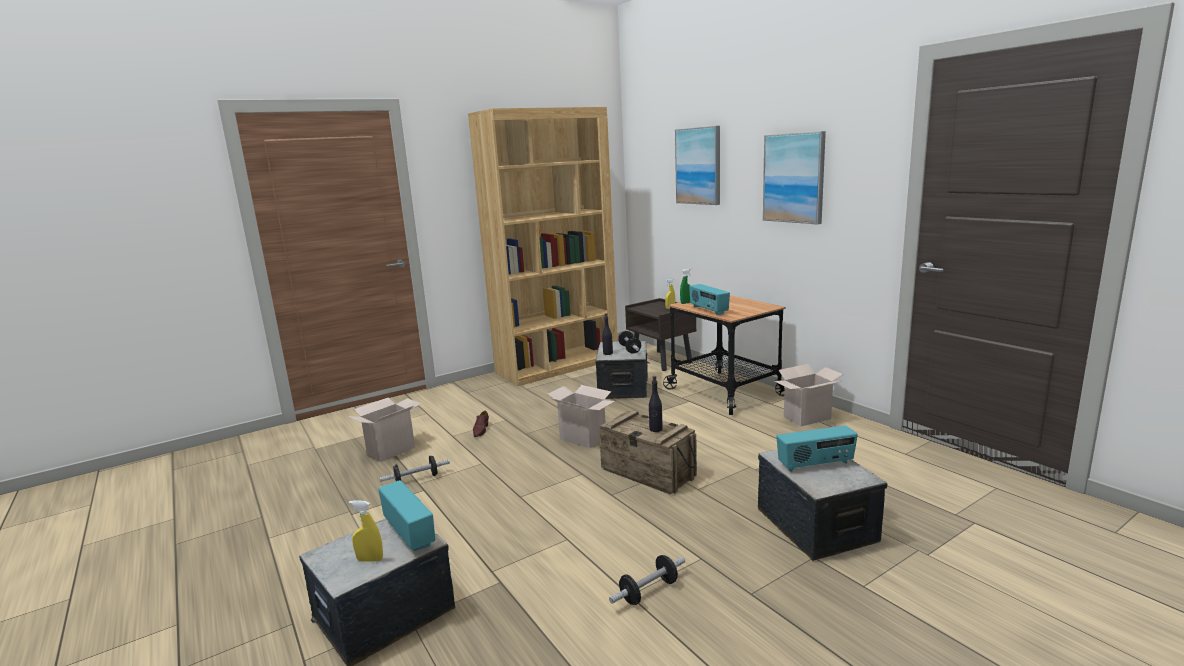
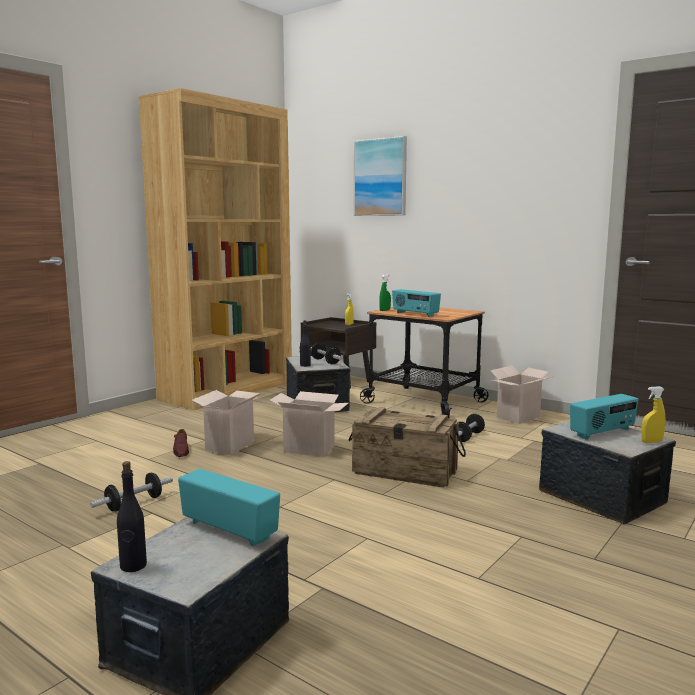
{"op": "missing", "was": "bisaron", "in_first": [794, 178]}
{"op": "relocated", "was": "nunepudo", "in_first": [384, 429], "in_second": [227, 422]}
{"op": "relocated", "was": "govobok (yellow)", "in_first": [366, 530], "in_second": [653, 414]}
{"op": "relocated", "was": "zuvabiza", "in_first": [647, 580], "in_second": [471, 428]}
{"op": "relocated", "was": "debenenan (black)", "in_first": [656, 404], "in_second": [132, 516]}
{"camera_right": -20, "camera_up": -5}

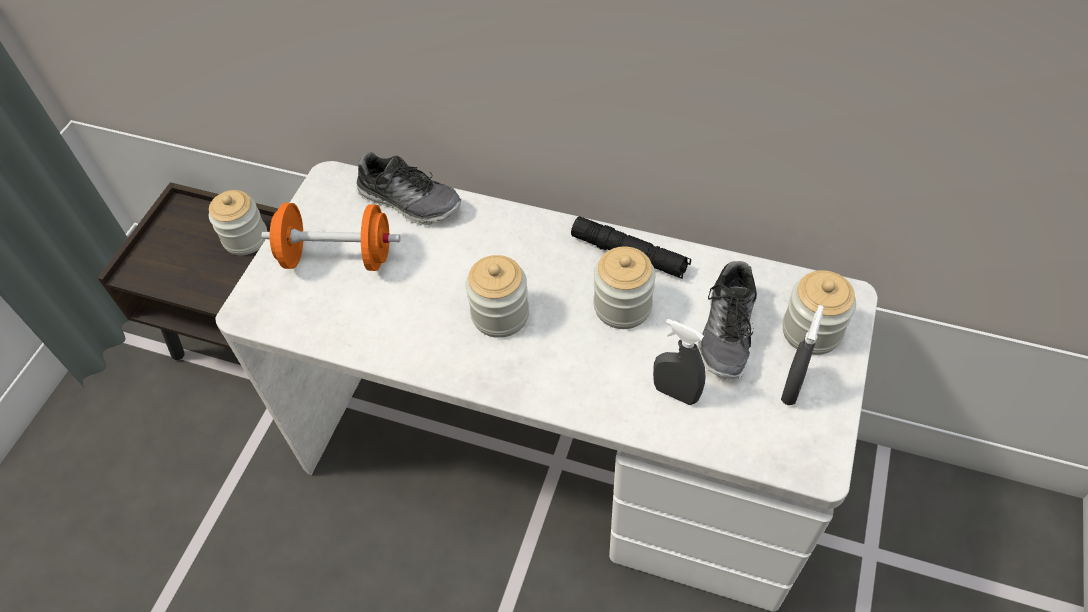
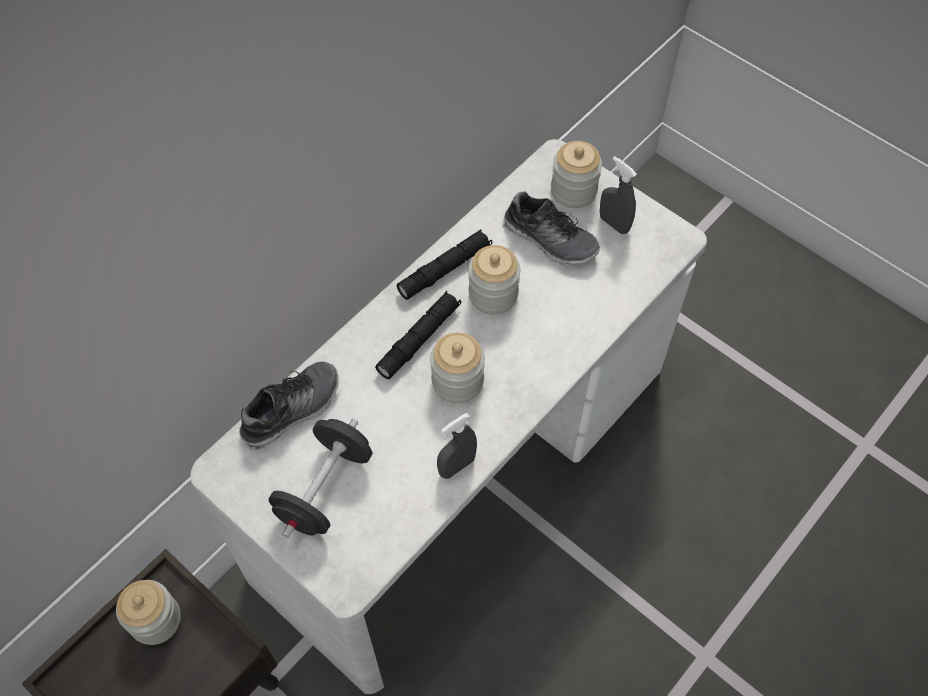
{"op": "appeared", "now": "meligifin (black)", "in_second": [418, 335]}
{"op": "relocated", "was": "govobok (grey)", "in_first": [679, 362], "in_second": [457, 446]}
{"op": "colour", "was": "zuvabiza (orange)", "now": "zuvabiza (black)", "in_first": [330, 237], "in_second": [320, 478]}
{"camera_right": -70, "camera_up": 5}

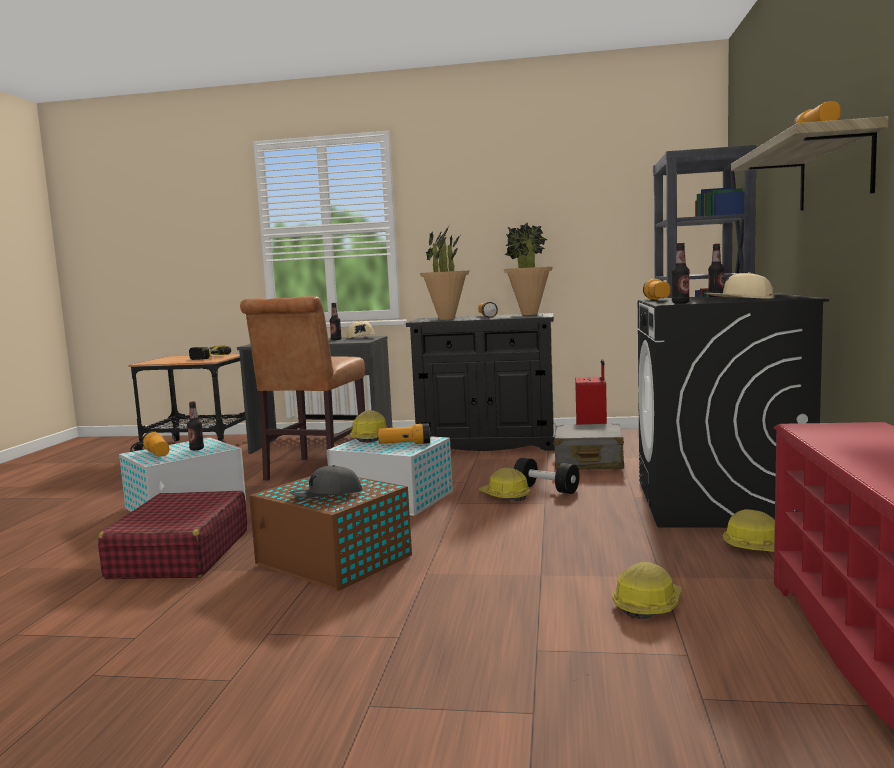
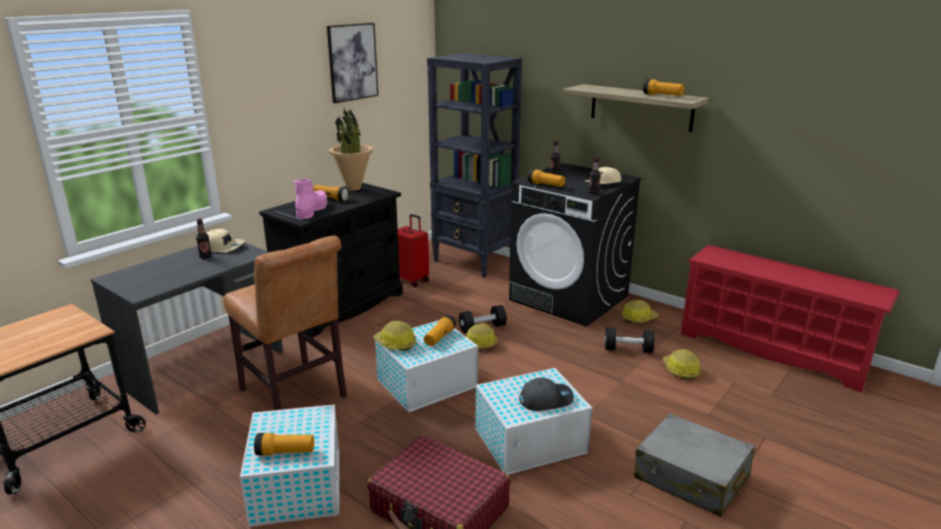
{"op": "missing", "was": "debenenan", "in_first": [195, 425]}
{"op": "missing", "was": "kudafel", "in_first": [210, 353]}
{"op": "appeared", "now": "bisaron", "in_second": [352, 63]}
{"op": "appeared", "now": "zuvabiza (black)", "in_second": [629, 340]}
{"op": "relocated", "was": "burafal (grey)", "in_first": [588, 446], "in_second": [694, 465]}
{"op": "exchanged", "was": "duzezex", "now": "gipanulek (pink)", "in_first": [444, 273], "in_second": [311, 199]}
{"op": "colour", "was": "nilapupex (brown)", "now": "nilapupex (white)", "in_first": [330, 533], "in_second": [533, 421]}
{"op": "spun", "was": "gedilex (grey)", "in_first": [325, 481], "in_second": [546, 394], "clockwise": -105}
{"camera_right": -60, "camera_up": 15}

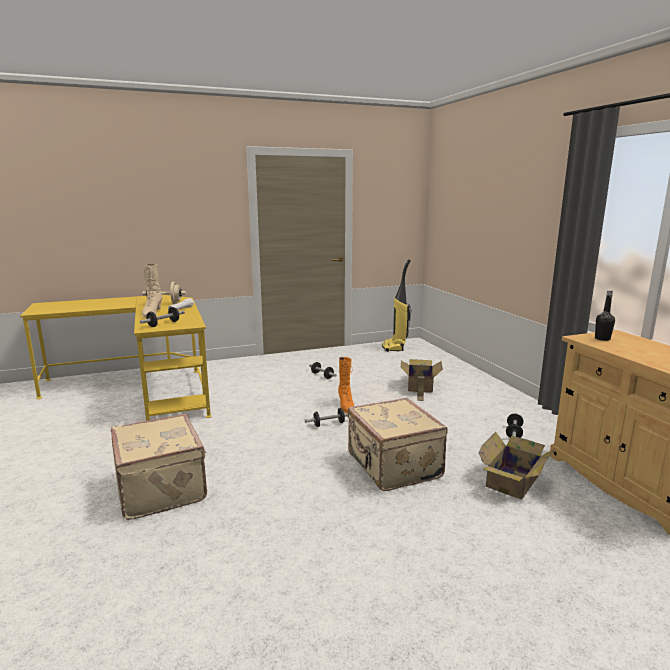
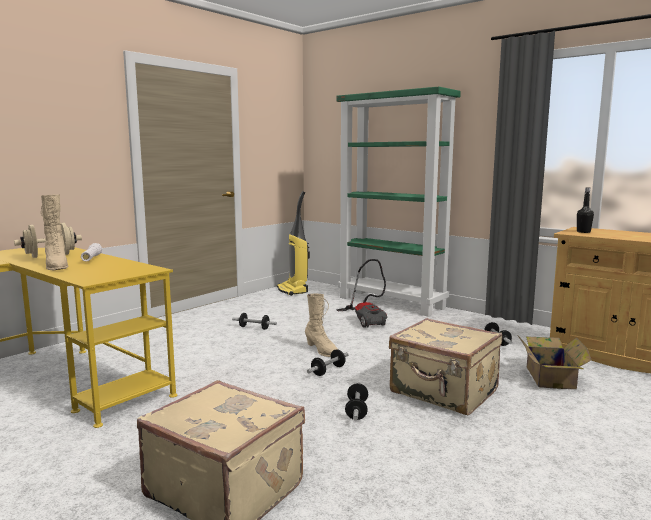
{"op": "appeared", "now": "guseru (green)", "in_second": [398, 202]}
{"op": "relocated", "was": "zuvabiza", "in_first": [162, 317], "in_second": [356, 402]}
{"op": "exchanged", "was": "nunepudo", "now": "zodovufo", "in_first": [421, 380], "in_second": [362, 293]}
{"op": "colour", "was": "gipanulek (orange)", "now": "gipanulek (beige)", "in_first": [346, 385], "in_second": [321, 325]}
{"camera_right": -30, "camera_up": -5}

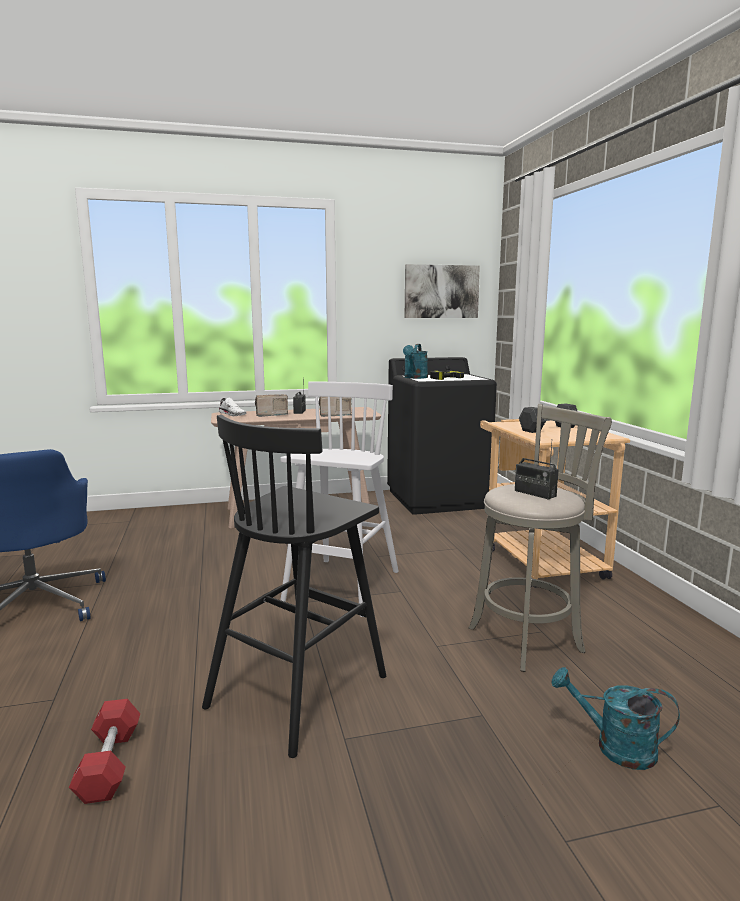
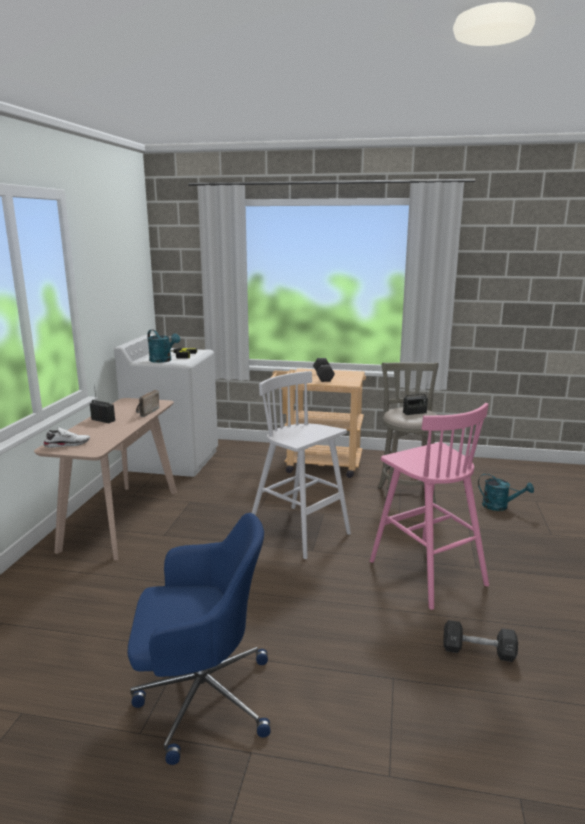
{"op": "missing", "was": "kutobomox", "in_first": [271, 405]}
{"op": "missing", "was": "bisaron", "in_first": [442, 291]}
{"op": "colour", "was": "zuvabiza (red)", "now": "zuvabiza (black)", "in_first": [104, 751], "in_second": [480, 641]}
{"op": "colour", "was": "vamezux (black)", "now": "vamezux (pink)", "in_first": [294, 586], "in_second": [429, 506]}
{"op": "colour", "was": "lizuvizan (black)", "now": "lizuvizan (white)", "in_first": [442, 436], "in_second": [166, 405]}
{"op": "spun", "was": "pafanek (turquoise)", "in_first": [615, 718], "in_second": [506, 492], "clockwise": -105}
{"camera_right": -65, "camera_up": 5}

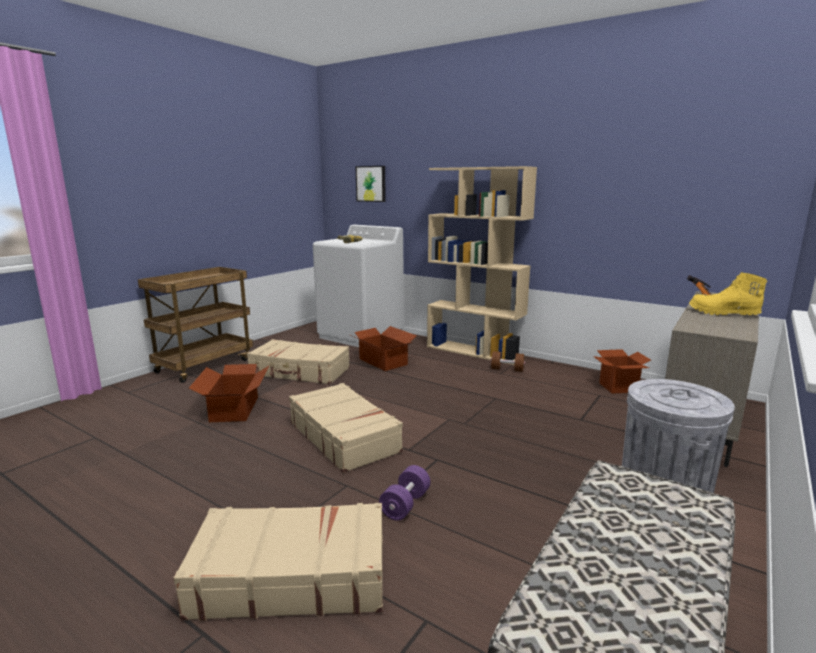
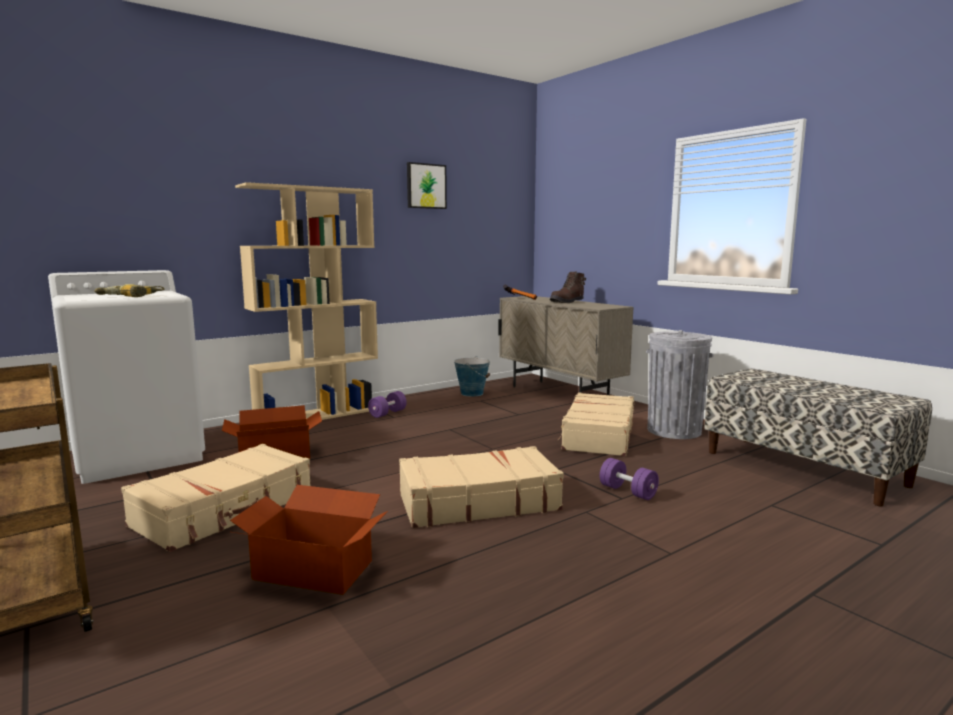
{"op": "relocated", "was": "burafal (beige)", "in_first": [278, 562], "in_second": [596, 424]}
{"op": "relocated", "was": "bisaron", "in_first": [370, 184], "in_second": [427, 185]}
{"op": "exchanged", "was": "nunepudo", "now": "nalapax", "in_first": [622, 371], "in_second": [472, 376]}
{"op": "colour", "was": "zuvabiza (brown)", "now": "zuvabiza (purple)", "in_first": [508, 361], "in_second": [387, 404]}
{"op": "colour", "was": "gipanulek (yellow)", "now": "gipanulek (brown)", "in_first": [728, 293], "in_second": [568, 287]}
{"camera_right": -70, "camera_up": -5}

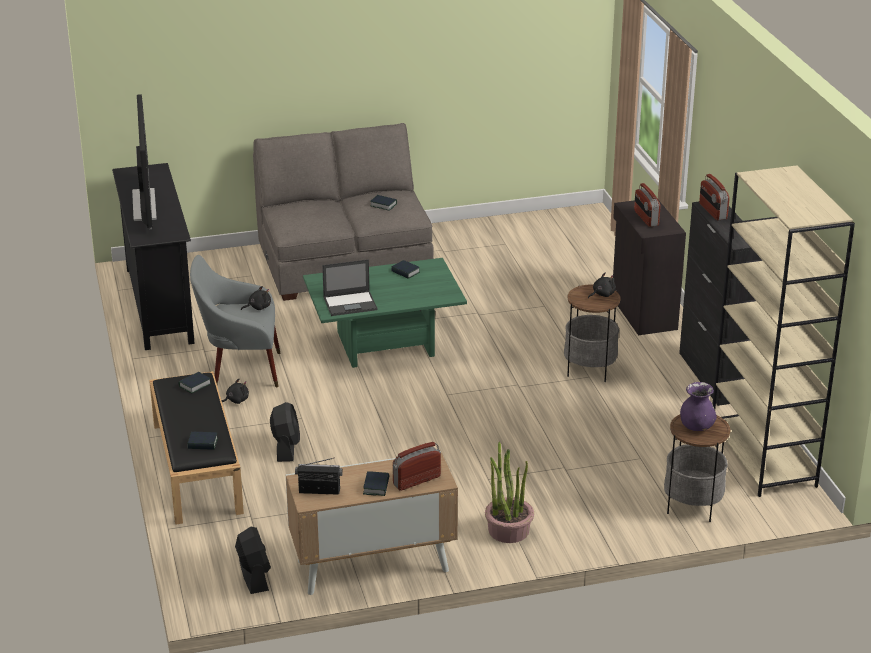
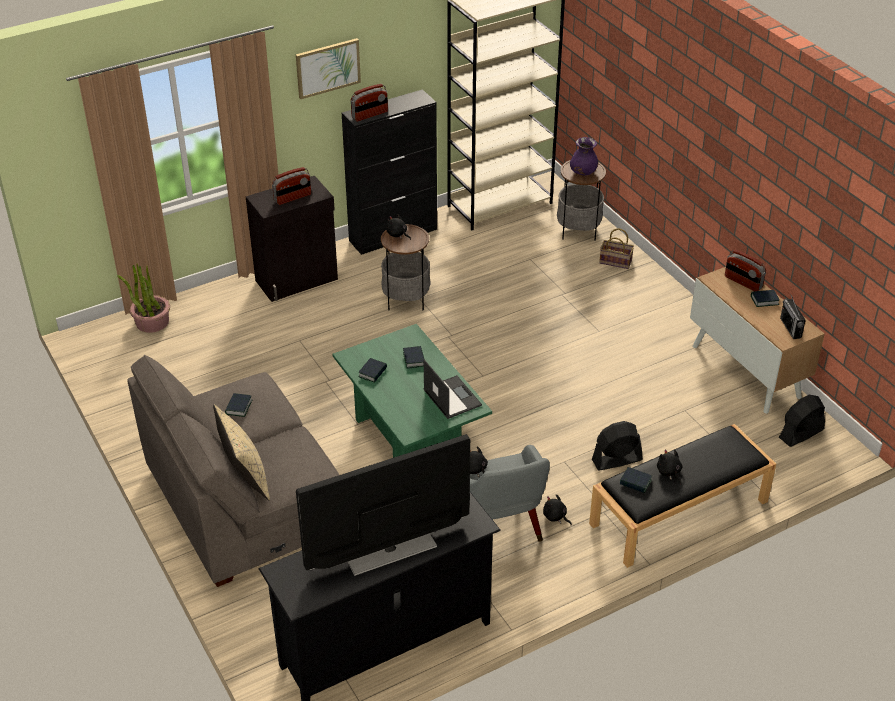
{"op": "appeared", "now": "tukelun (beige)", "in_second": [241, 452]}
{"op": "appeared", "now": "bisaron", "in_second": [328, 68]}
{"op": "appeared", "now": "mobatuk", "in_second": [616, 248]}
{"op": "appeared", "now": "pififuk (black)", "in_second": [669, 466]}
{"op": "relocated", "was": "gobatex", "in_first": [202, 441], "in_second": [413, 357]}
{"op": "relocated", "was": "duzezex", "in_first": [509, 492], "in_second": [143, 298]}
{"camera_right": -105, "camera_up": 10}

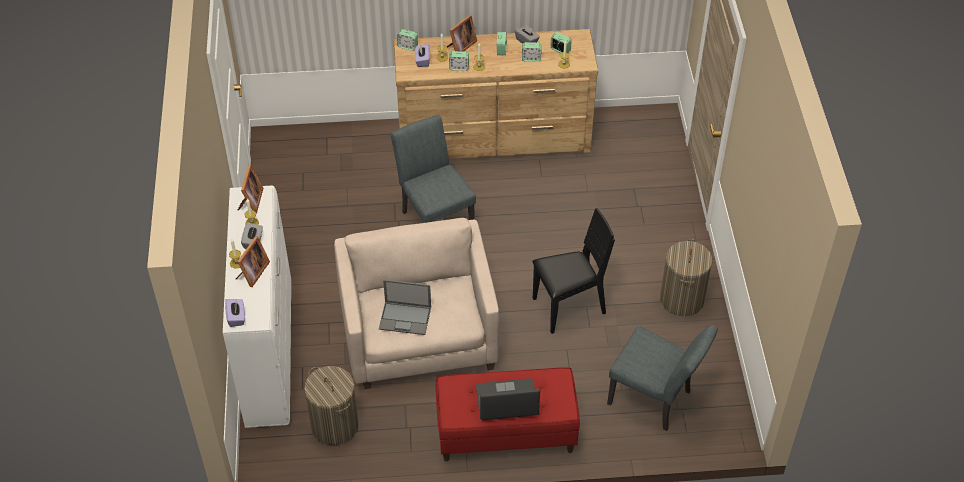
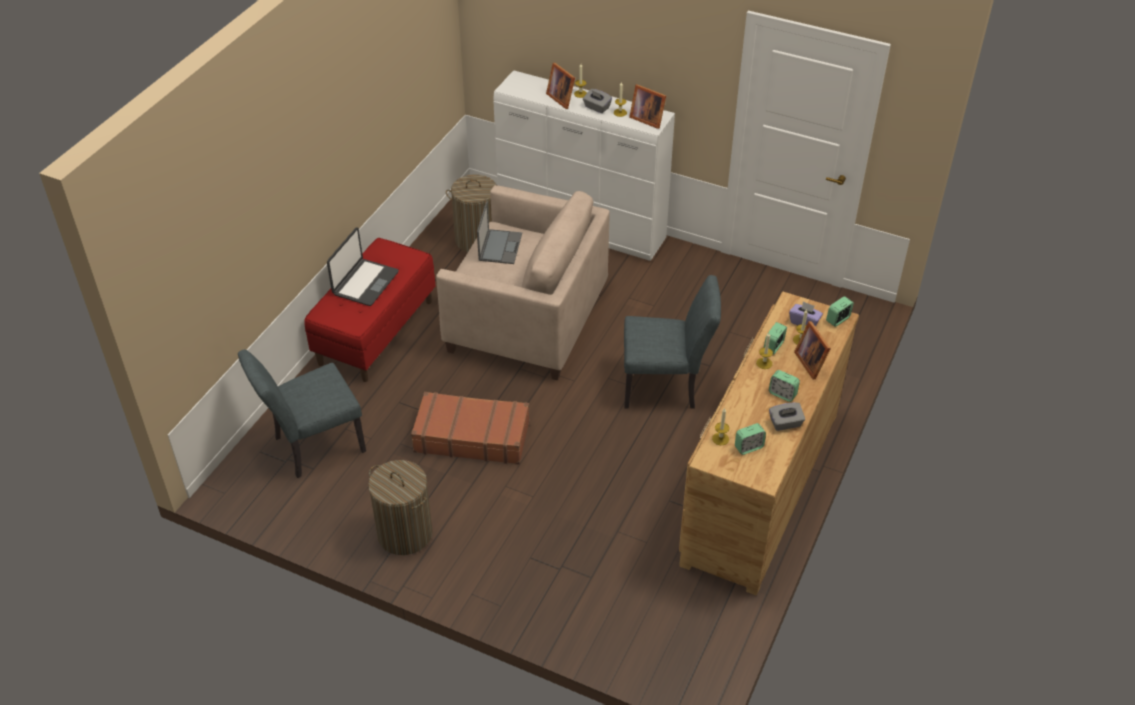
{"op": "missing", "was": "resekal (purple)", "in_first": [235, 313]}
{"op": "missing", "was": "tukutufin", "in_first": [532, 52]}
{"op": "exchanged", "was": "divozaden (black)", "now": "burafal (brown)", "in_first": [573, 271], "in_second": [470, 428]}
{"op": "spun", "was": "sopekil", "in_first": [405, 307], "in_second": [499, 232], "clockwise": 150}
{"camera_right": 120, "camera_up": -5}

